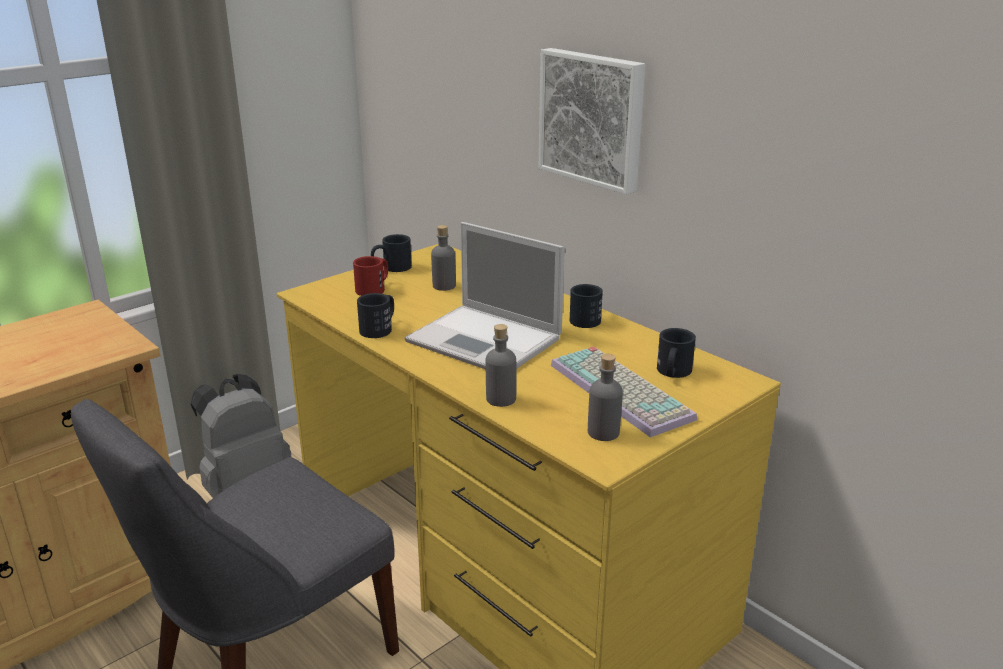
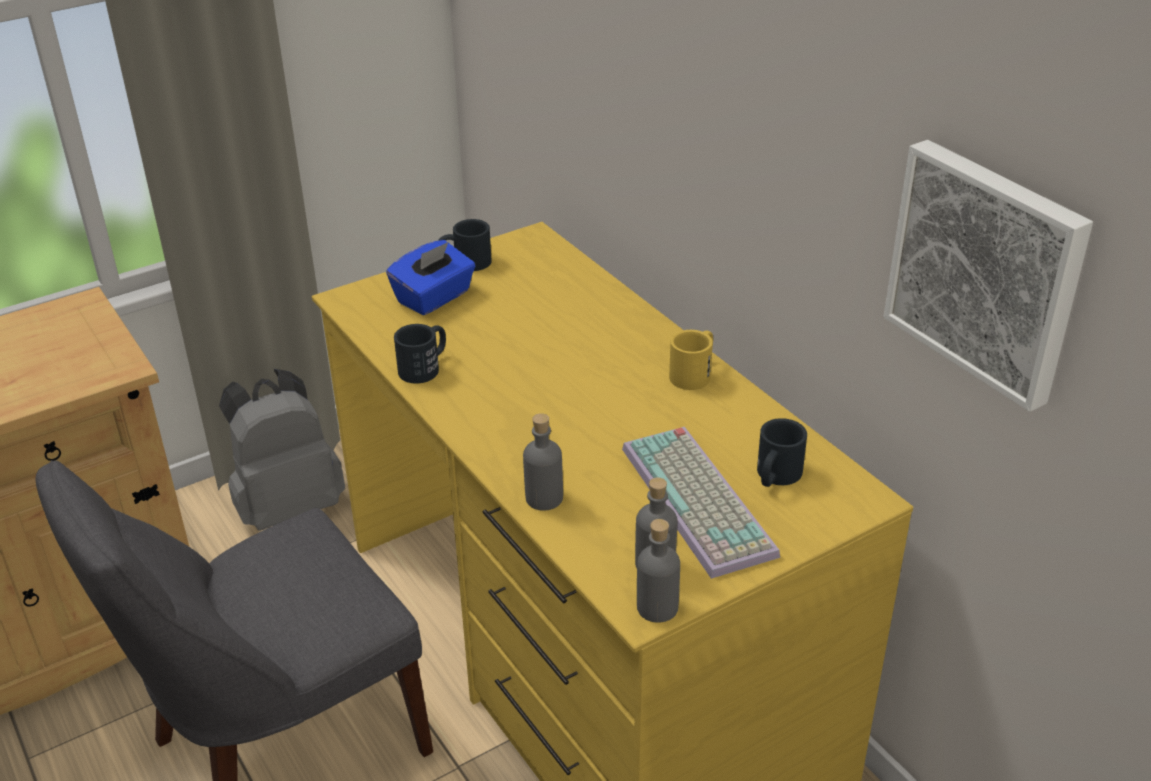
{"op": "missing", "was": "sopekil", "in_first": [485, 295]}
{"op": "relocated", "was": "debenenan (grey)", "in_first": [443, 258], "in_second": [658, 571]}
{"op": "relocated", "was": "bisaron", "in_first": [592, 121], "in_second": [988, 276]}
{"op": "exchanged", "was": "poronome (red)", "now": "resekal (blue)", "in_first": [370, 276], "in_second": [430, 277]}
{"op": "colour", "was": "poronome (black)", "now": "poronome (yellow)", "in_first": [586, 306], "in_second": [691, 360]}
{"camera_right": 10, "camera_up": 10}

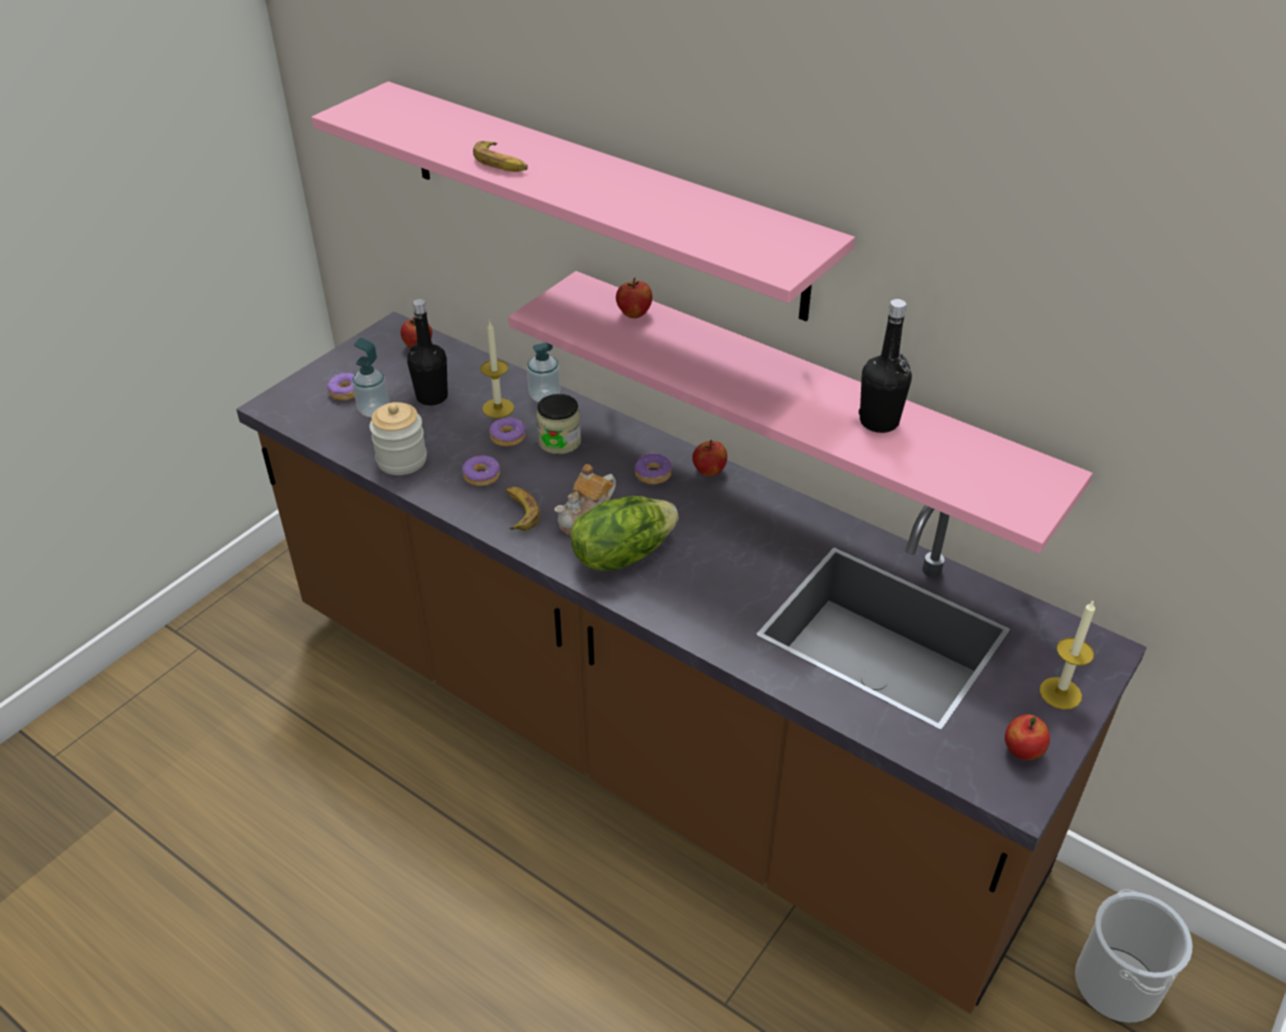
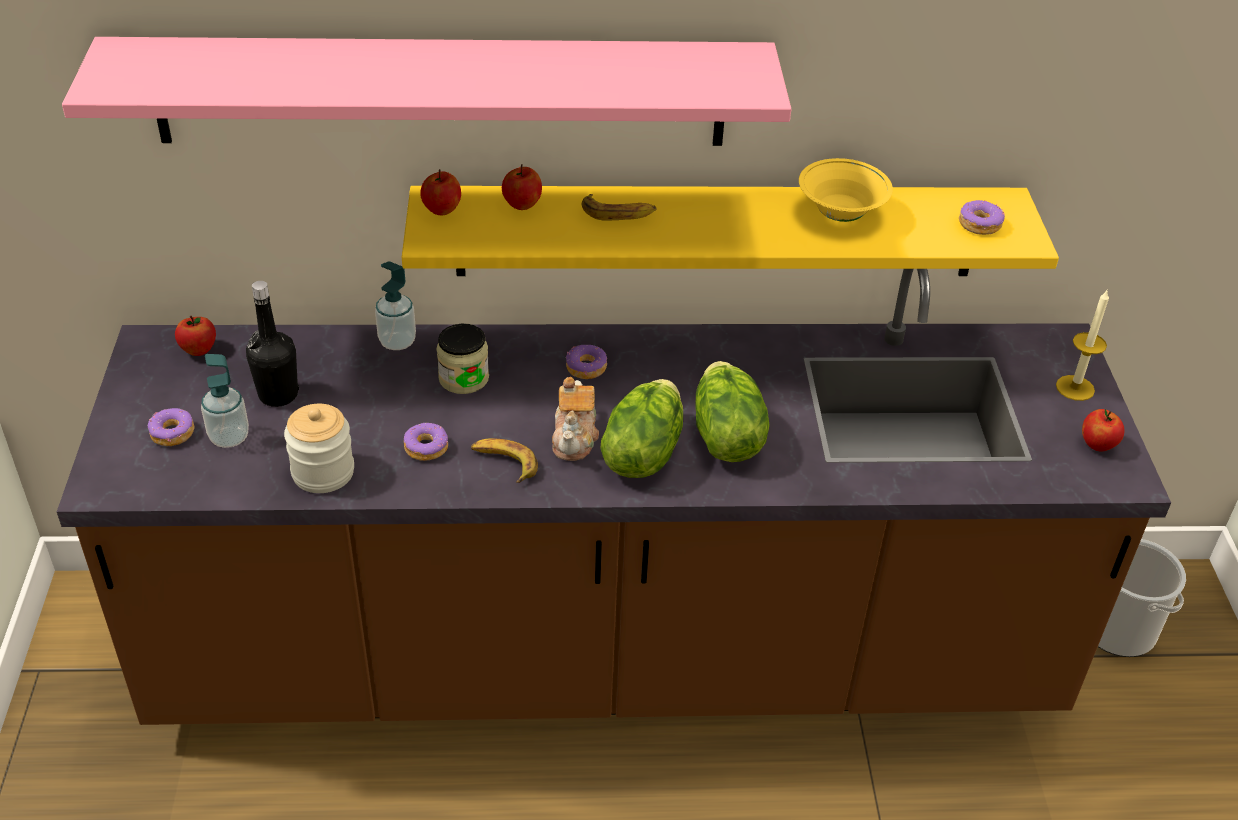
{"op": "missing", "was": "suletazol", "in_first": [497, 369]}
{"op": "appeared", "now": "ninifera", "in_second": [733, 411]}
{"op": "relocated", "was": "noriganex", "in_first": [500, 156], "in_second": [619, 207]}
{"op": "relocated", "was": "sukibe", "in_first": [508, 431], "in_second": [982, 217]}
{"op": "relocated", "was": "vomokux", "in_first": [709, 458], "in_second": [440, 192]}
{"op": "exchanged", "was": "debenenan (black)", "now": "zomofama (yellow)", "in_first": [885, 366], "in_second": [846, 190]}
{"op": "colour", "was": "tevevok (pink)", "now": "tevevok (yellow)", "in_first": [800, 412], "in_second": [730, 231]}
{"camera_right": -40, "camera_up": 0}

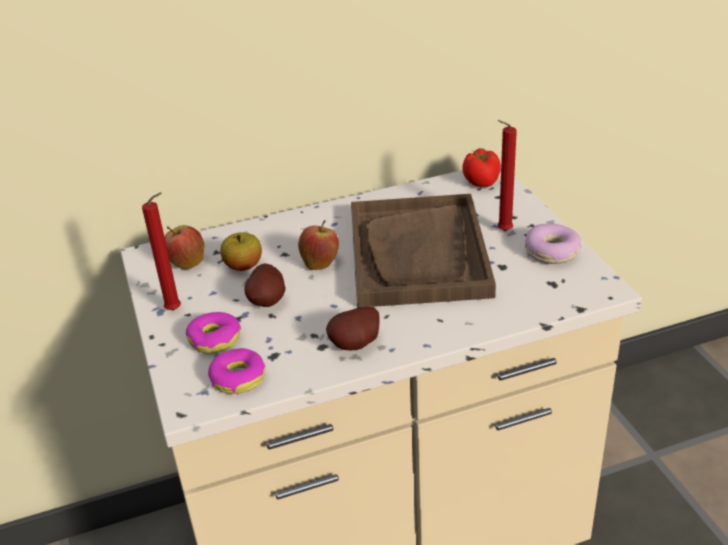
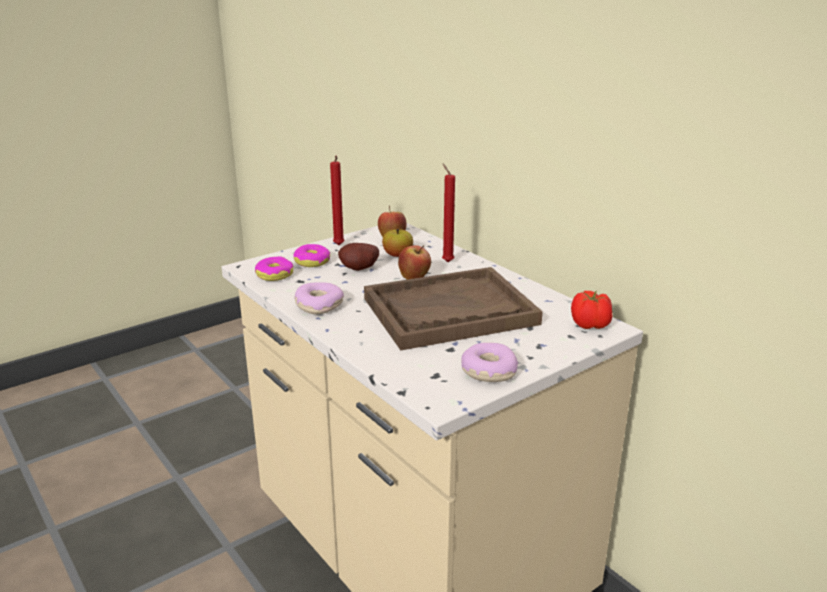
{"op": "relocated", "was": "suletazol (red)", "in_first": [507, 175], "in_second": [448, 213]}
{"op": "exchanged", "was": "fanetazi", "now": "sukibe", "in_first": [353, 328], "in_second": [319, 298]}
{"camera_right": 70, "camera_up": -10}

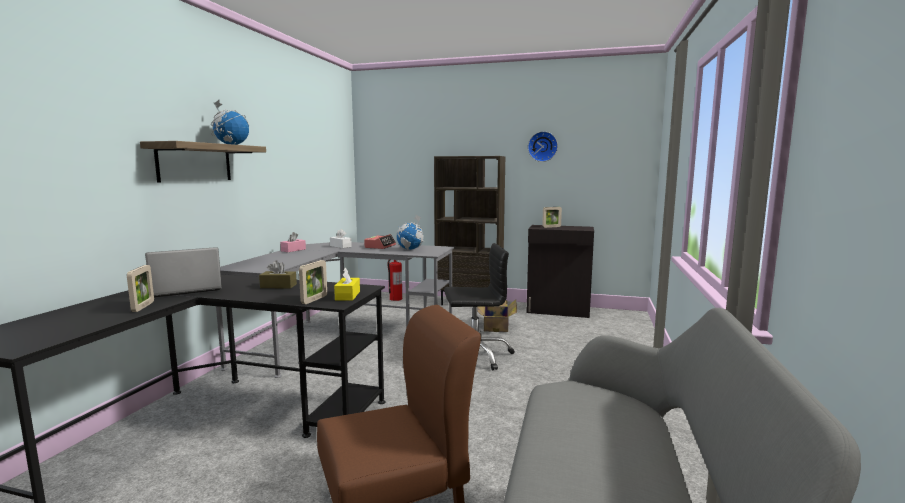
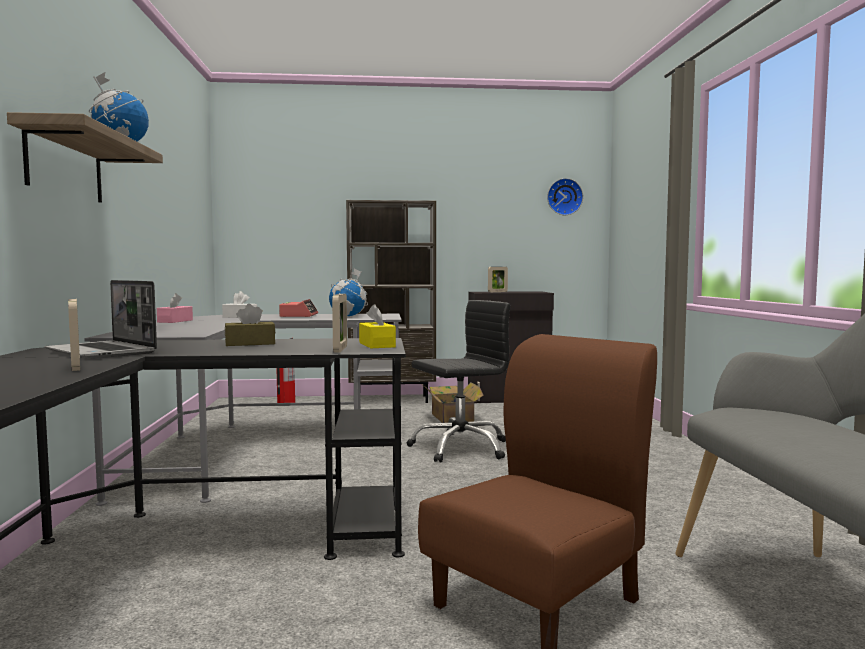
{"op": "relocated", "was": "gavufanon", "in_first": [543, 146], "in_second": [565, 196]}
{"op": "spun", "was": "sopekil", "in_first": [183, 272], "in_second": [100, 319], "clockwise": -90}
{"camera_right": -20, "camera_up": -5}

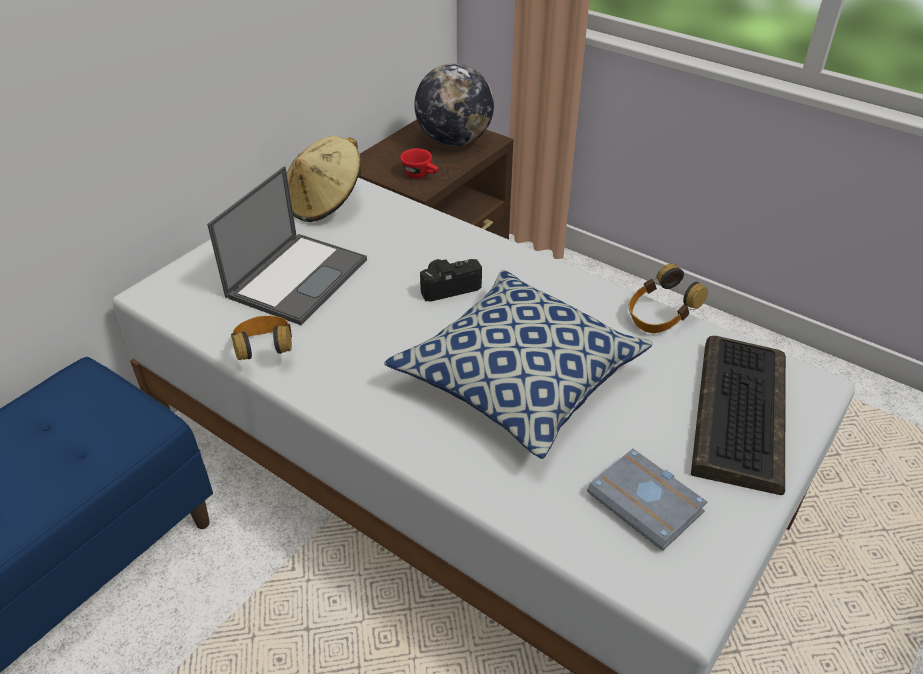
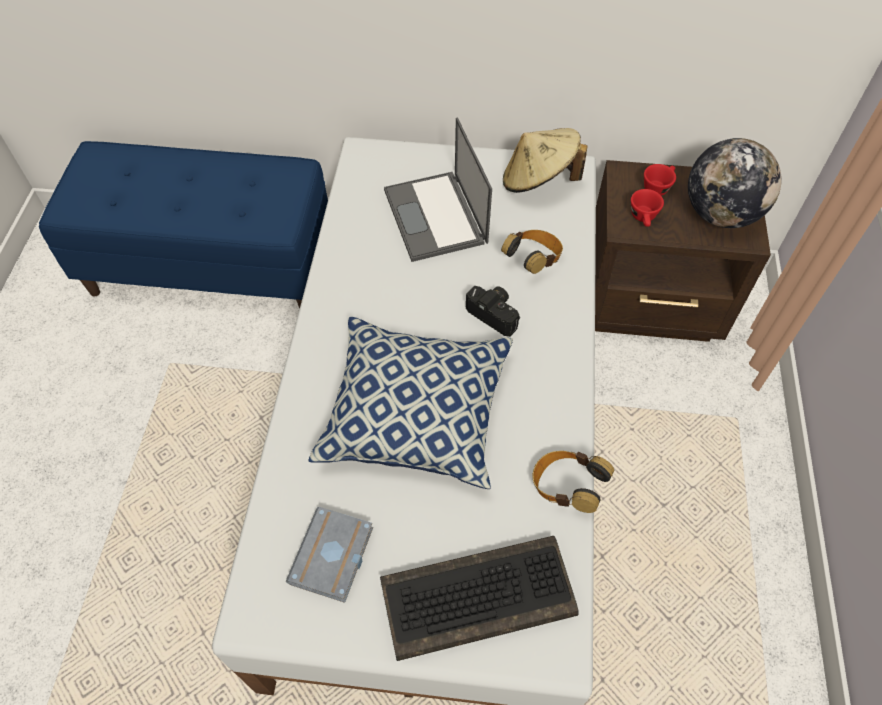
{"op": "appeared", "now": "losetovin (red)", "in_second": [660, 180]}
{"op": "relocated", "was": "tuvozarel", "in_first": [261, 338], "in_second": [532, 252]}
{"op": "spun", "was": "sopekil", "in_first": [287, 245], "in_second": [438, 190], "clockwise": 75}
{"camera_right": 60, "camera_up": 15}

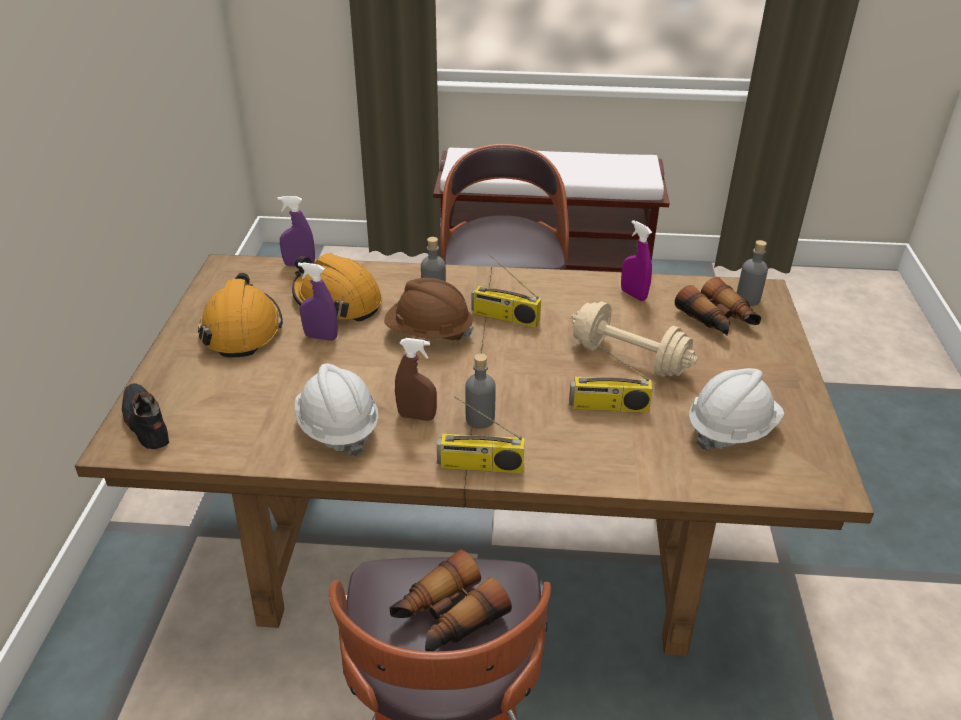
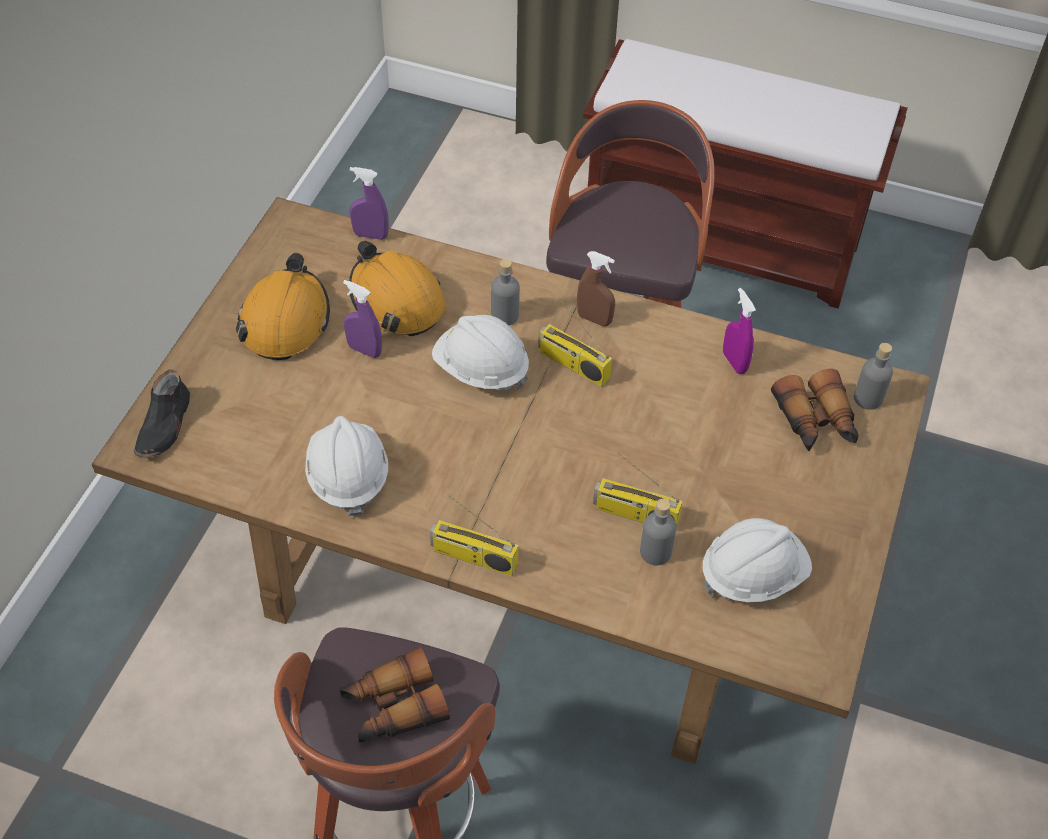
{"op": "missing", "was": "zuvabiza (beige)", "in_first": [634, 339]}
{"op": "relocated", "was": "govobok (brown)", "in_first": [416, 379], "in_second": [596, 288]}
{"op": "relocated", "was": "debenenan (grey)", "in_first": [480, 391], "in_second": [658, 532]}
{"op": "colour", "was": "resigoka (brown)", "now": "resigoka (white)", "in_first": [429, 309], "in_second": [480, 352]}
{"op": "spun", "was": "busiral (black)", "in_first": [145, 416], "in_second": [162, 414], "clockwise": -150}
{"camera_right": 15, "camera_up": 15}

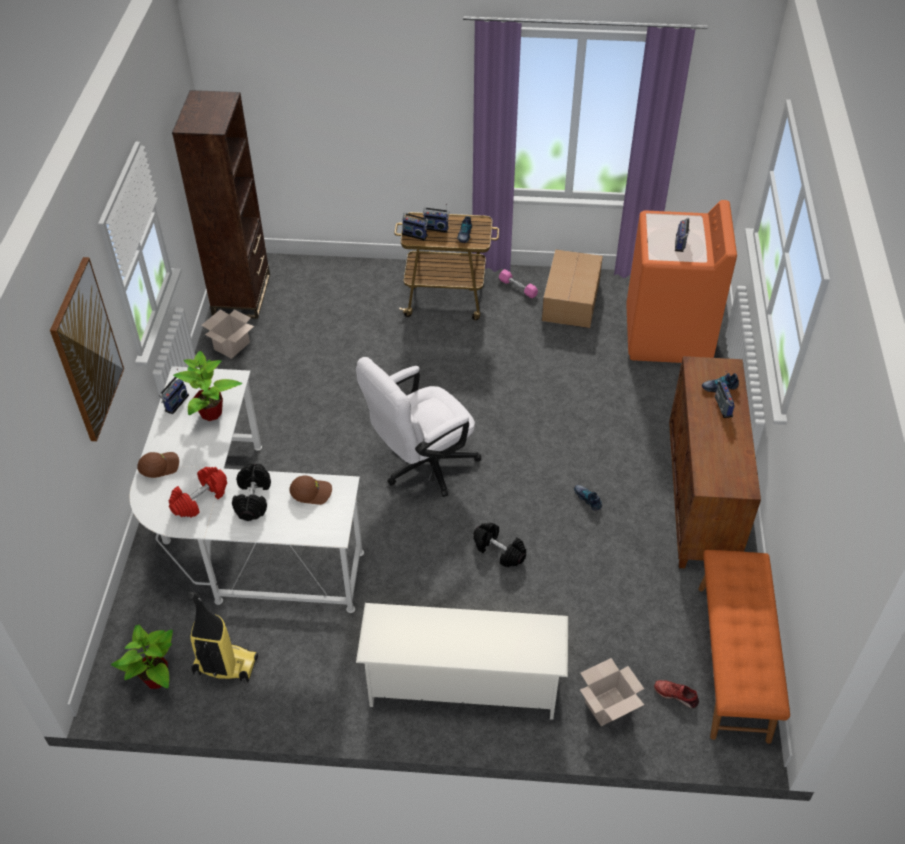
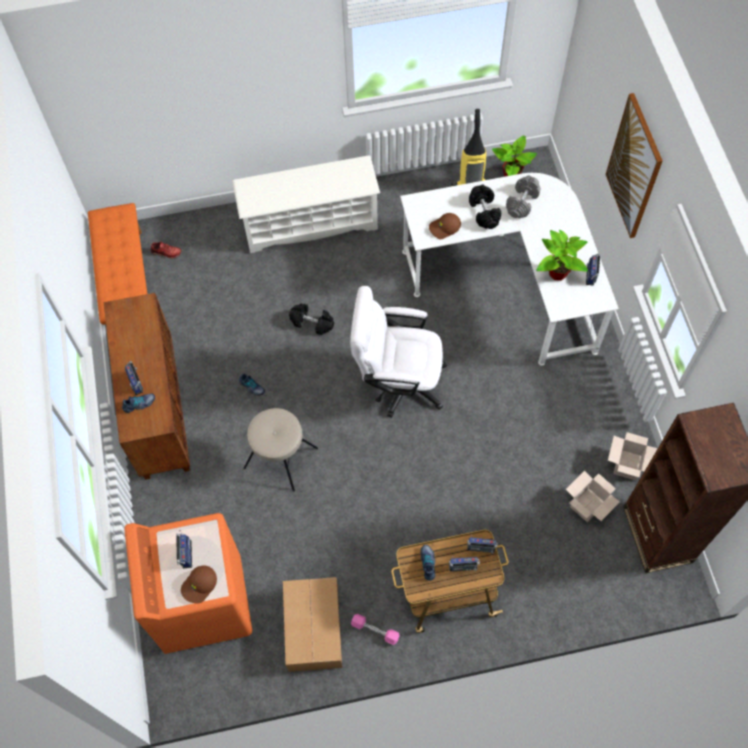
{"op": "appeared", "now": "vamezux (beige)", "in_second": [281, 450]}
{"op": "relocated", "was": "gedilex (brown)", "in_first": [158, 465], "in_second": [199, 584]}
{"op": "relocated", "was": "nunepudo", "in_first": [612, 692], "in_second": [593, 497]}
{"op": "colour", "was": "zuvabiza (red)", "now": "zuvabiza (grey)", "in_first": [198, 492], "in_second": [523, 196]}
{"op": "spun", "was": "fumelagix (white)", "in_first": [418, 427], "in_second": [398, 352], "clockwise": -120}
{"camera_right": 165, "camera_up": 15}

